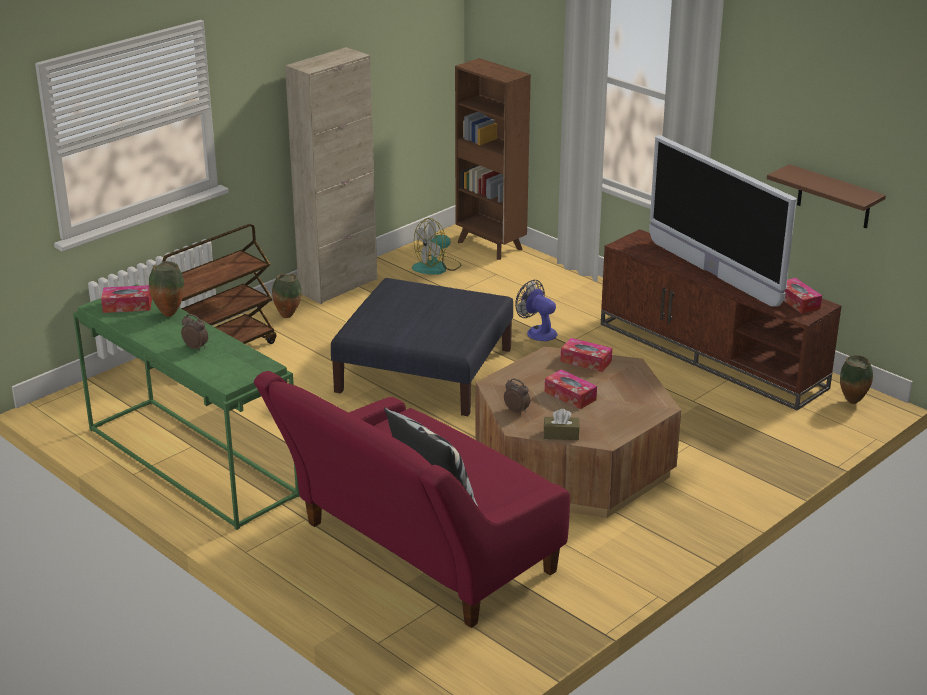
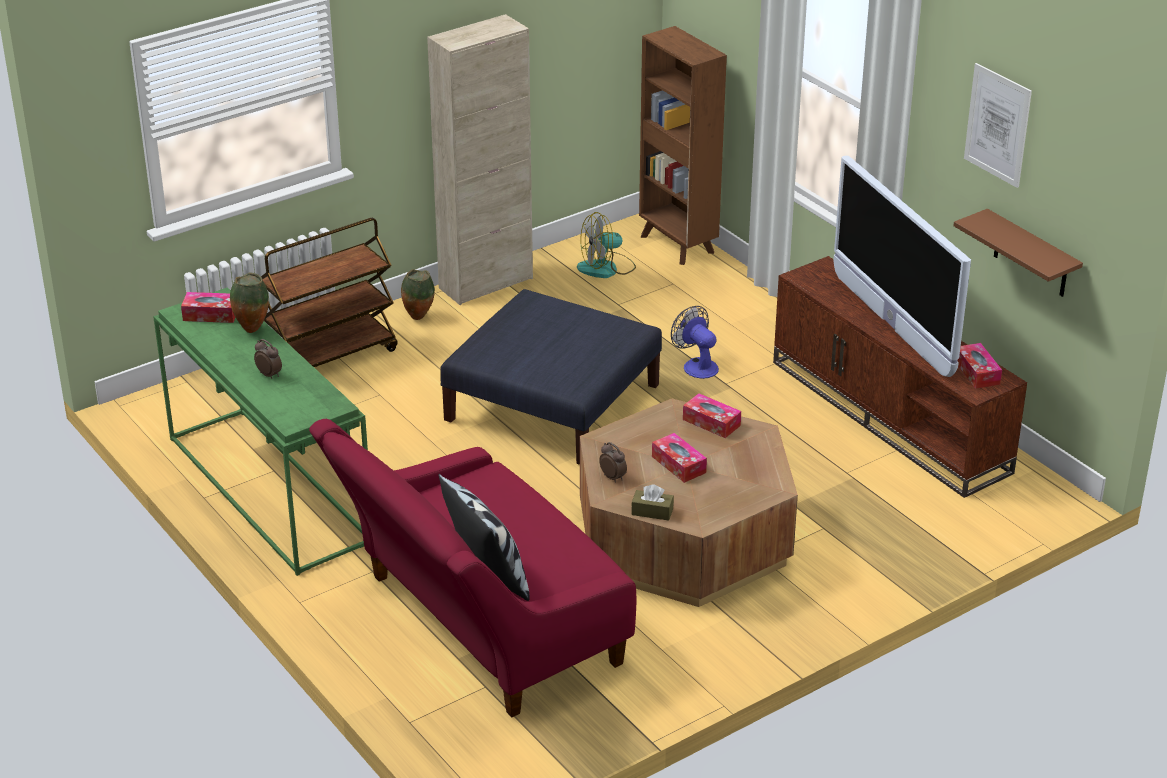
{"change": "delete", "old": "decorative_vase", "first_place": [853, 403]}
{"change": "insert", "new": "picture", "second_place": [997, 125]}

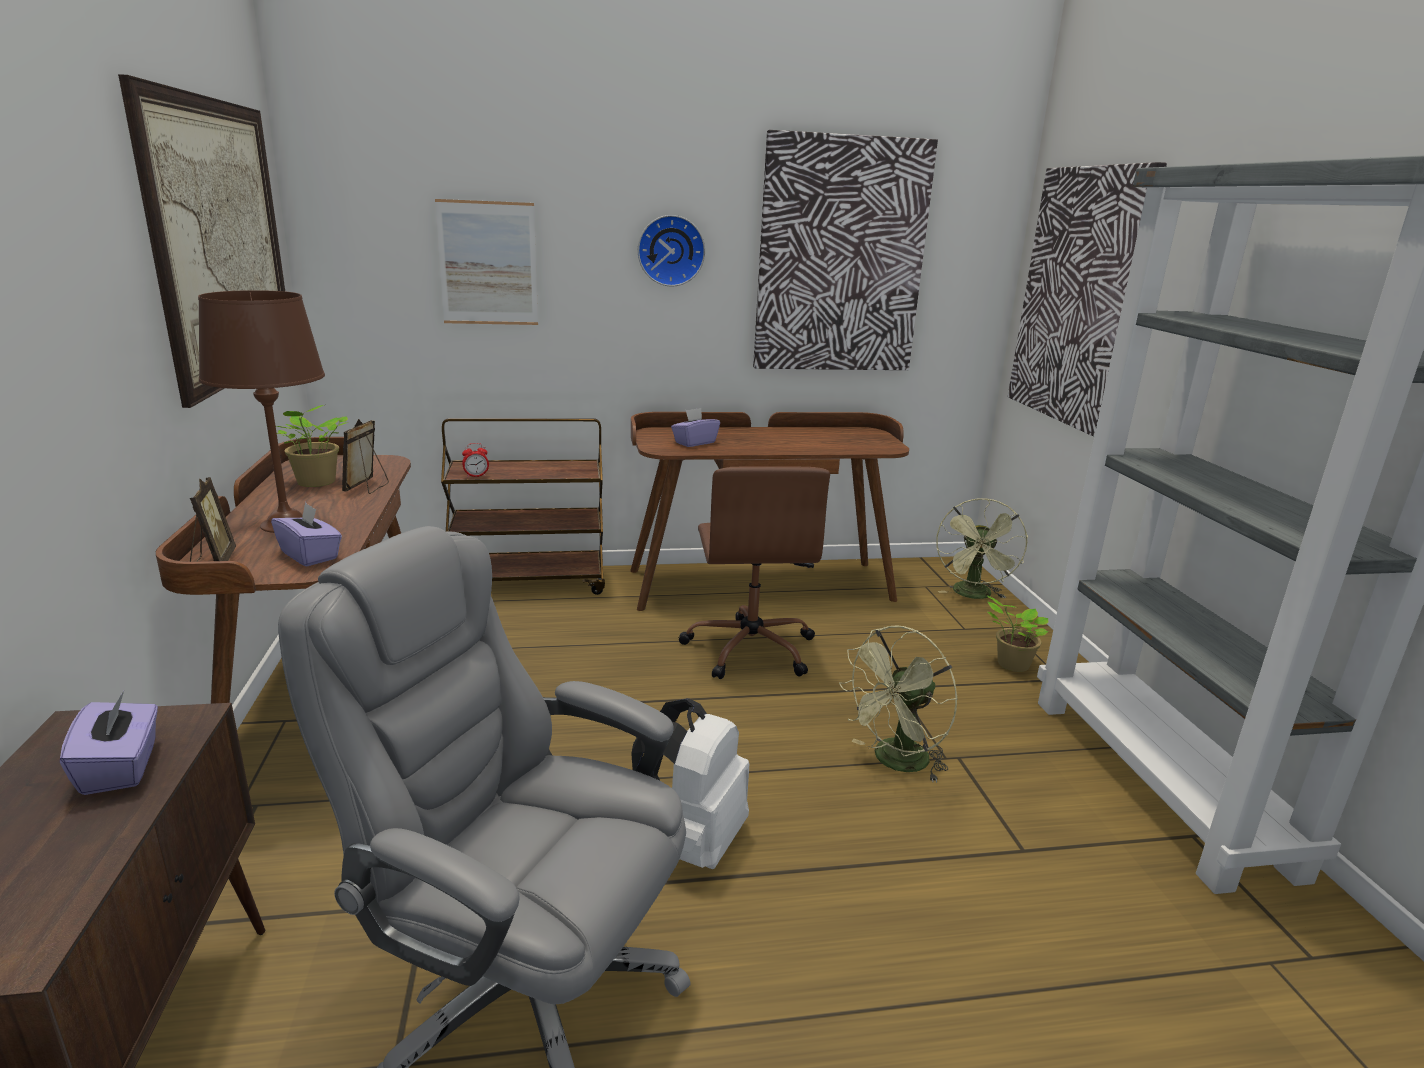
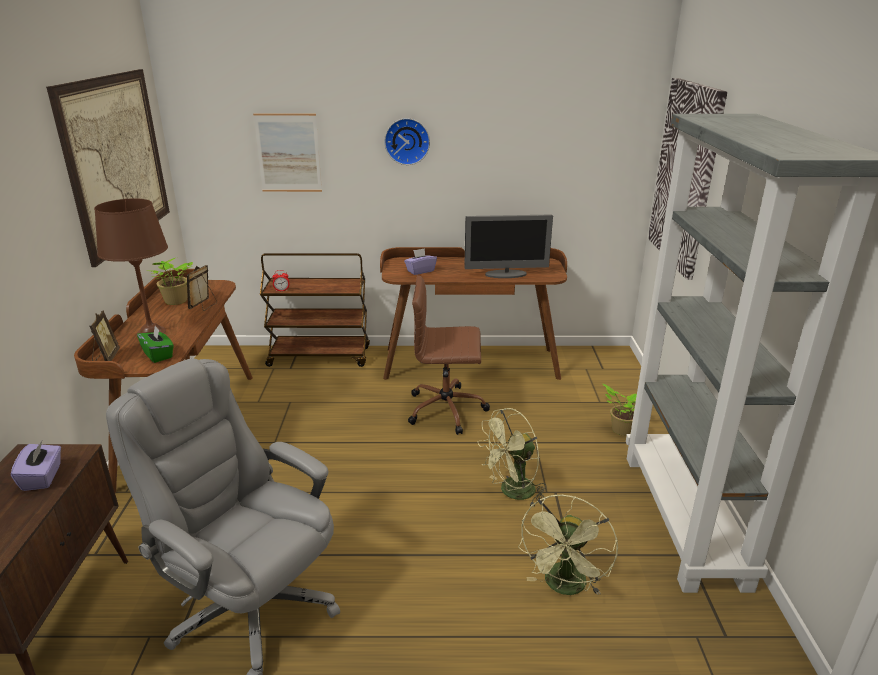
{"change": "delete", "old": "picture", "first_place": [841, 257]}
{"change": "rotate", "old": "brown-coloured_computer_chair", "first_place": [750, 648], "second_place": [447, 409], "degrees": 90}
{"change": "move", "old": "green_cooling_fan", "first_place": [973, 595], "second_place": [565, 587]}
{"change": "recolor", "old": "purplish_box_of_tissues", "new": "green_box_of_tissues", "first_place": [310, 555], "second_place": [158, 355]}
{"change": "delete", "old": "white-coloured_rucksack", "first_place": [693, 842]}
{"change": "insert", "new": "computer_display", "second_place": [506, 274]}

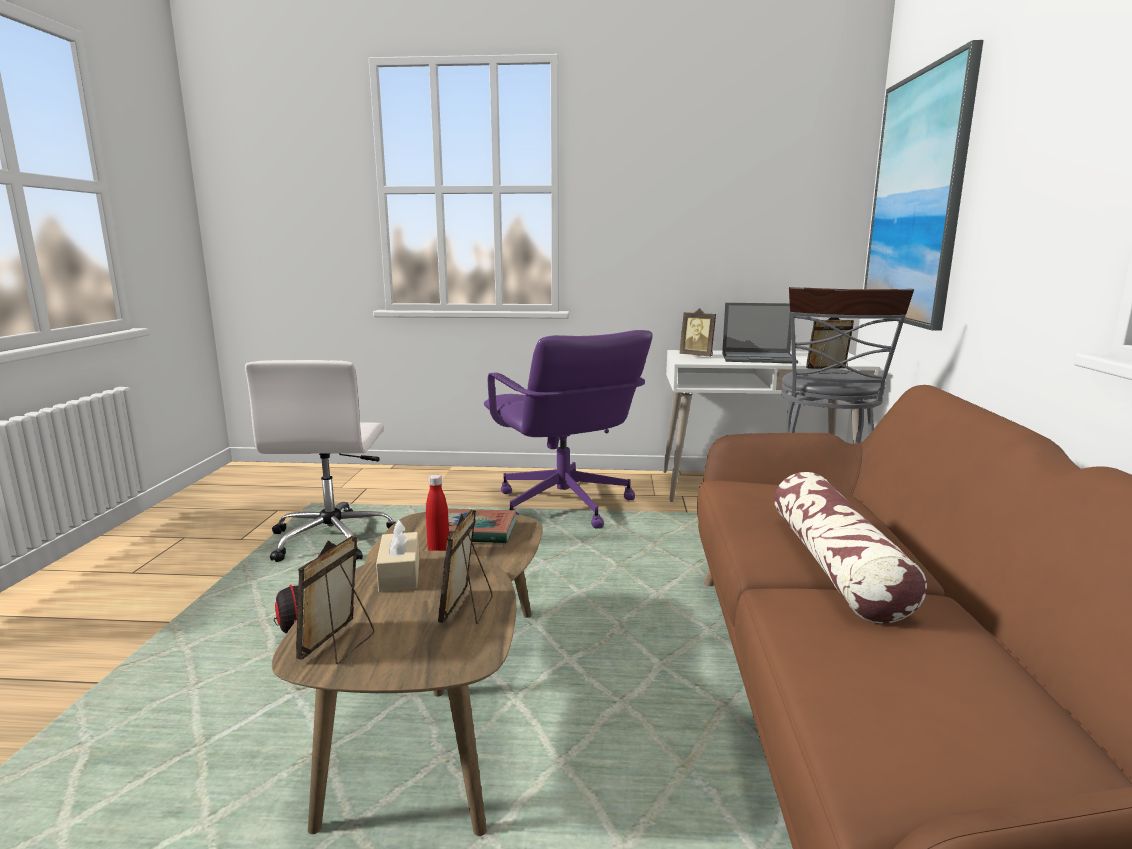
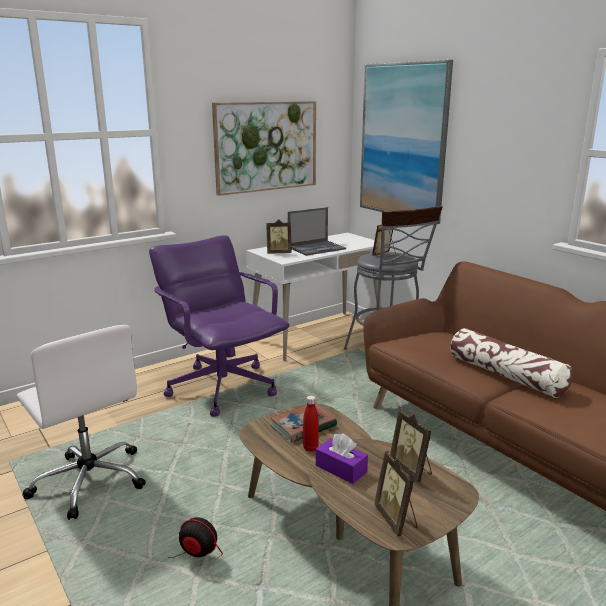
{"change": "rotate", "old": "purplish_computer_chair", "first_place": [563, 505], "second_place": [222, 387], "degrees": -150}
{"change": "recolor", "old": "sand-coloured_box_of_tissues", "new": "purplish_box_of_tissues", "first_place": [399, 574], "second_place": [341, 469]}
{"change": "insert", "new": "picture", "second_place": [266, 146]}

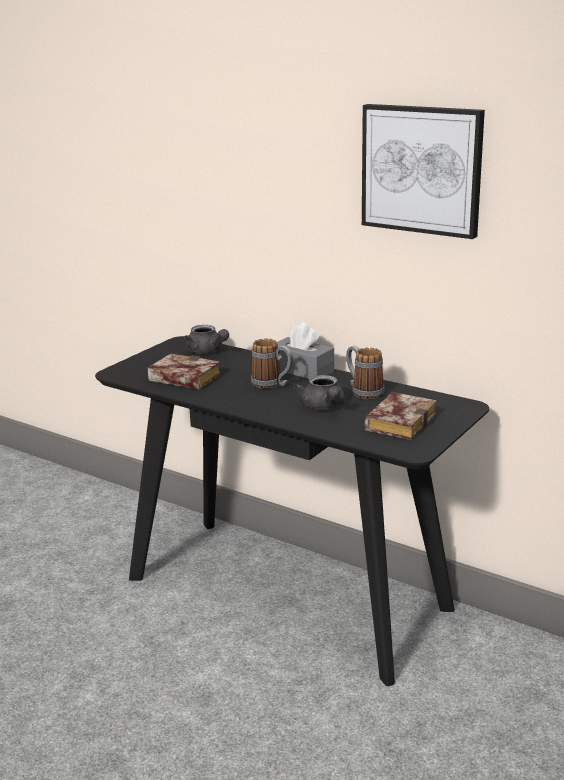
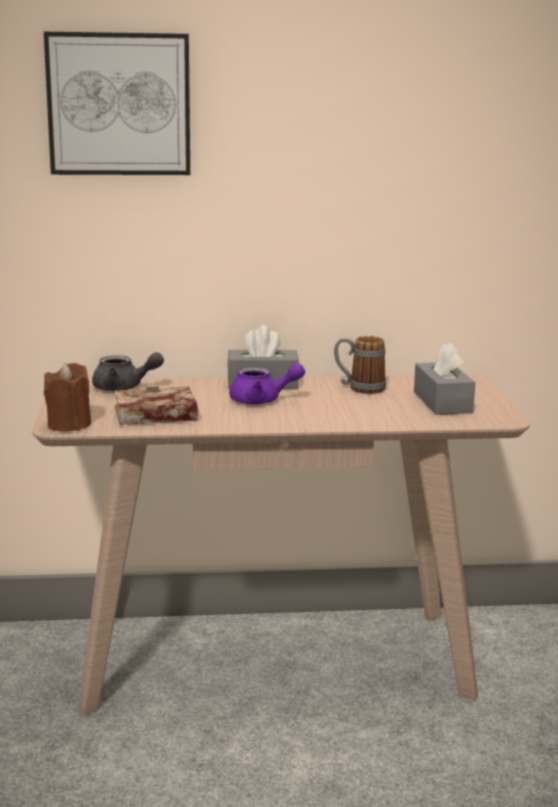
{"change": "move", "old": "picture", "first_place": [422, 169], "second_place": [119, 104]}
{"change": "recolor", "old": "black_hall_table", "new": "sand-coloured_hall_table", "first_place": [287, 592], "second_place": [275, 659]}
{"change": "replace", "old": "coffee_mug", "new": "purplish_pot_for_tea", "first_place": [272, 384], "second_place": [262, 400]}
{"change": "delete", "old": "grey_pot_for_tea", "first_place": [323, 407]}
{"change": "replace", "old": "volume", "new": "grey_box_of_tissues", "first_place": [400, 421], "second_place": [442, 402]}
{"change": "insert", "new": "brown-coloured_candle", "second_place": [69, 424]}

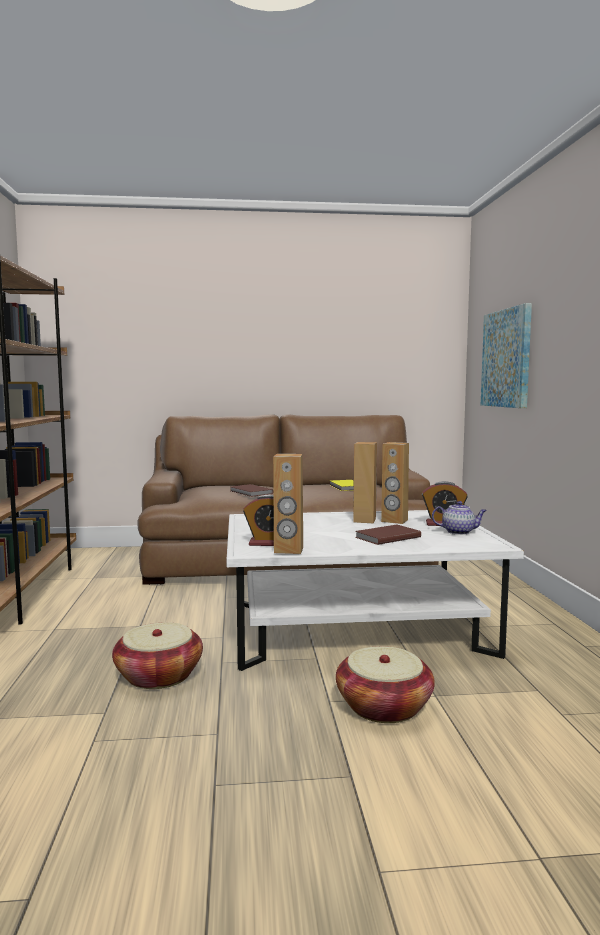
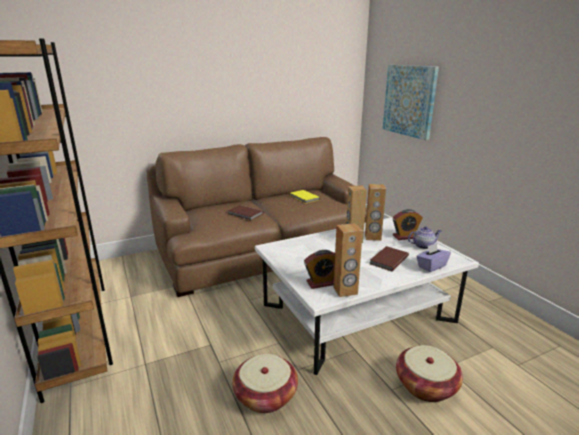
{"change": "insert", "new": "purplish_box_of_tissues", "second_place": [431, 266]}

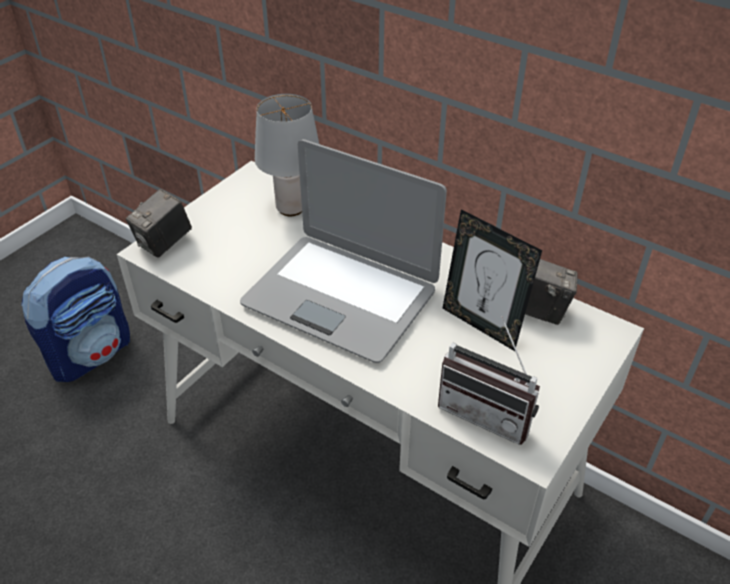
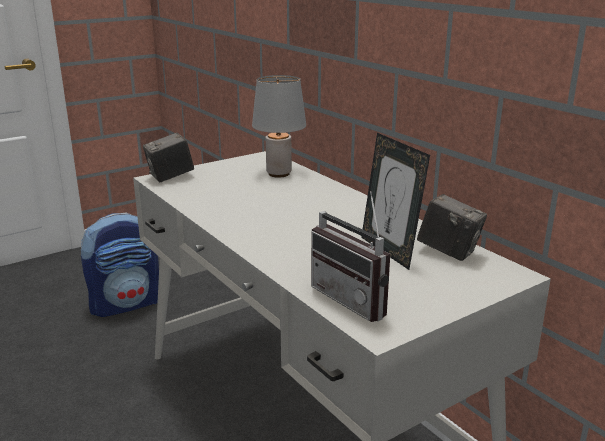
{"change": "delete", "old": "notebook_computer", "first_place": [341, 296]}

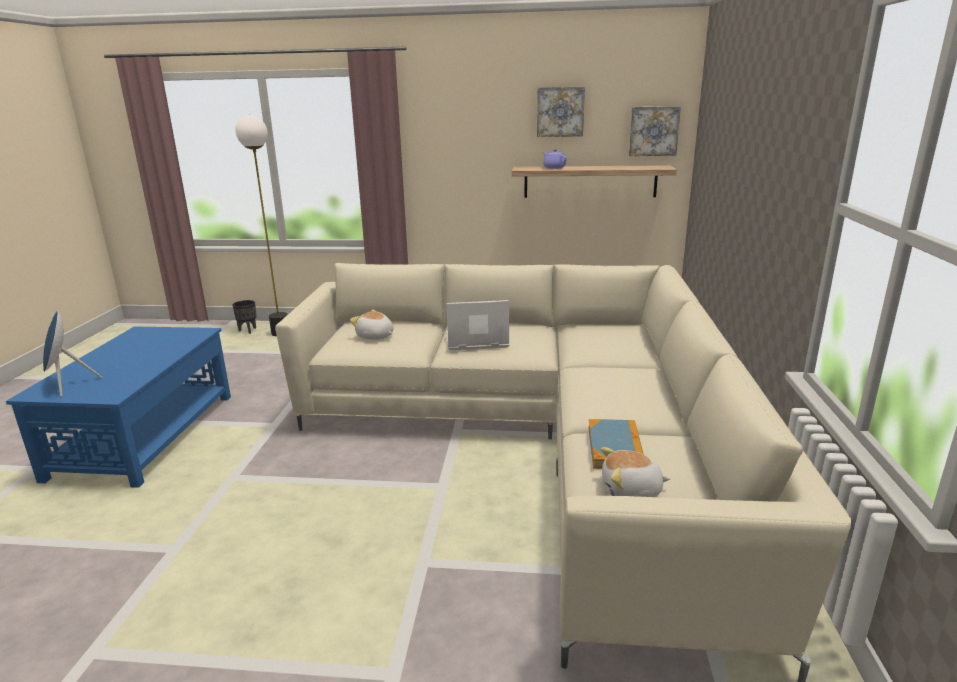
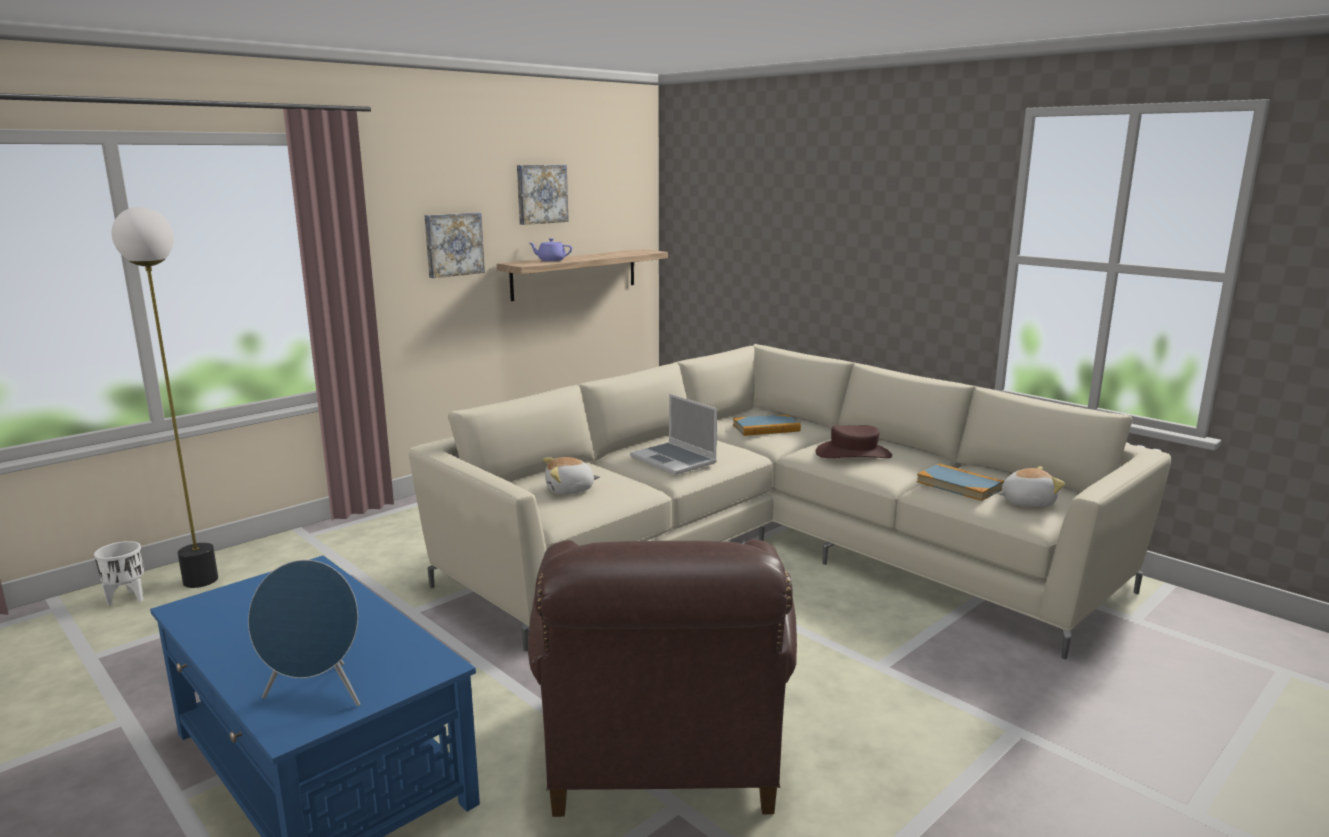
{"change": "move", "old": "picture", "first_place": [653, 131], "second_place": [453, 244]}
{"change": "recolor", "old": "black_planter", "new": "white-coloured_planter", "first_place": [248, 330], "second_place": [127, 598]}
{"change": "rotate", "old": "notebook_computer", "first_place": [476, 341], "second_place": [675, 460], "degrees": -75}
{"change": "rotate", "old": "plush_toy", "first_place": [631, 491], "second_place": [1026, 502], "degrees": -135}
{"change": "insert", "new": "volume", "second_place": [766, 428]}
{"change": "insert", "new": "brown-coloured_clothing_hat", "second_place": [853, 454]}
{"change": "insert", "new": "brown-coloured_lounge_chair", "second_place": [662, 756]}

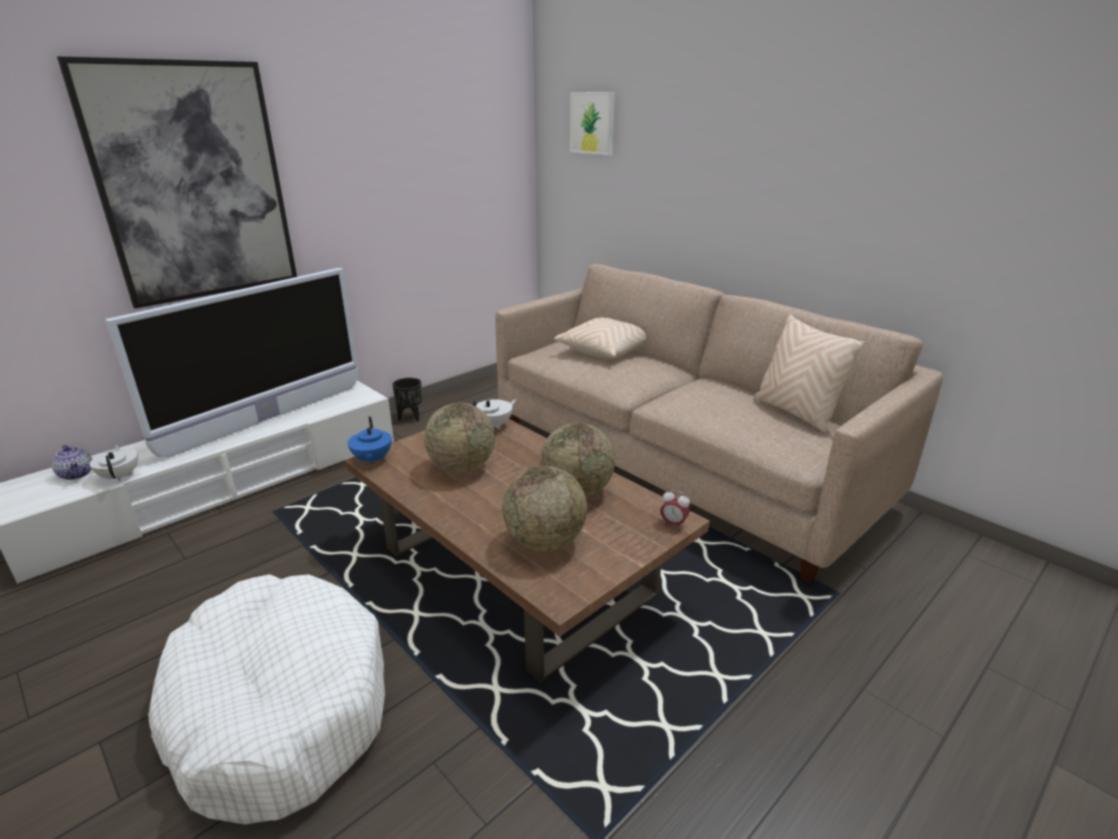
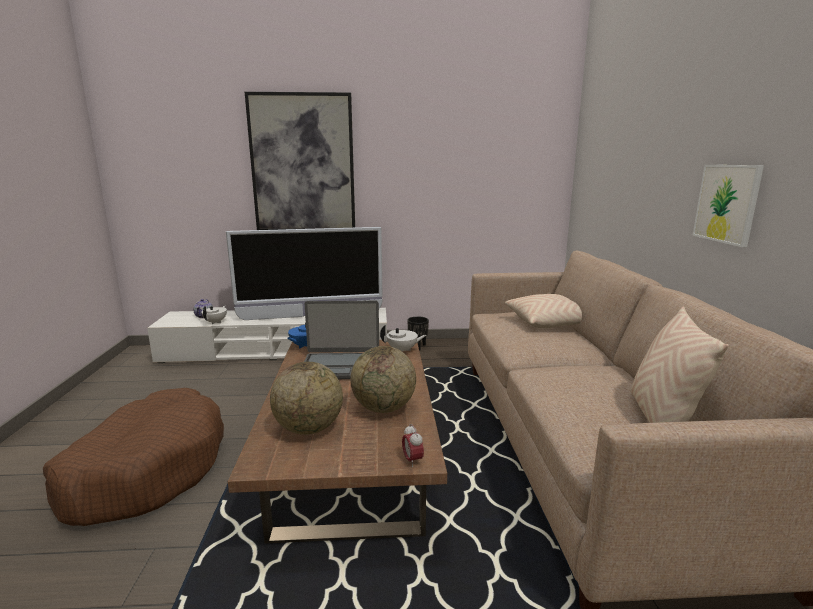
{"change": "move", "old": "picture", "first_place": [592, 123], "second_place": [727, 203]}
{"change": "replace", "old": "globe", "new": "notebook_computer", "first_place": [462, 467], "second_place": [341, 367]}
{"change": "recolor", "old": "white-coloured_pet_bed", "new": "brown-coloured_pet_bed", "first_place": [278, 707], "second_place": [146, 470]}

